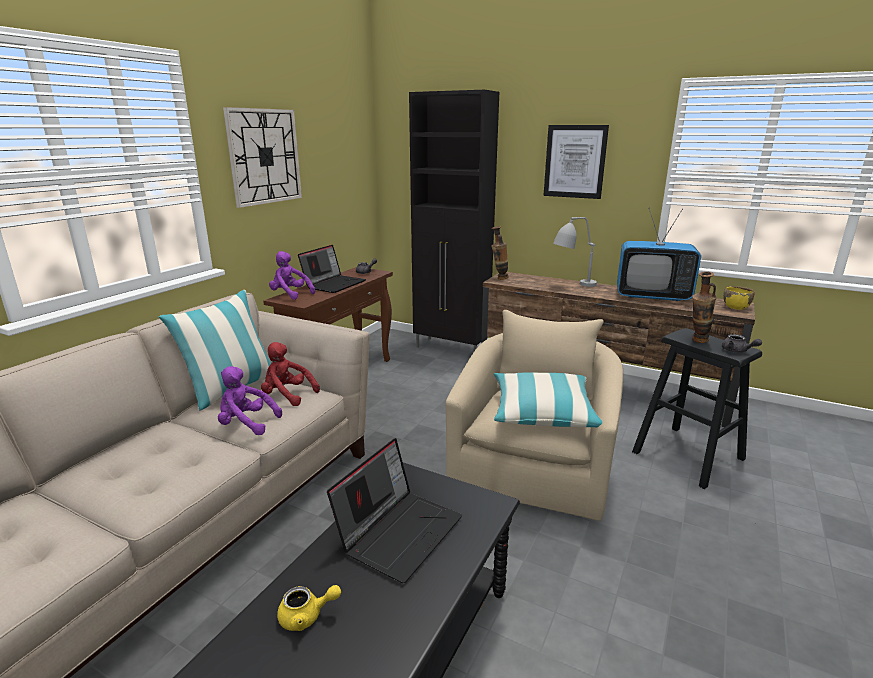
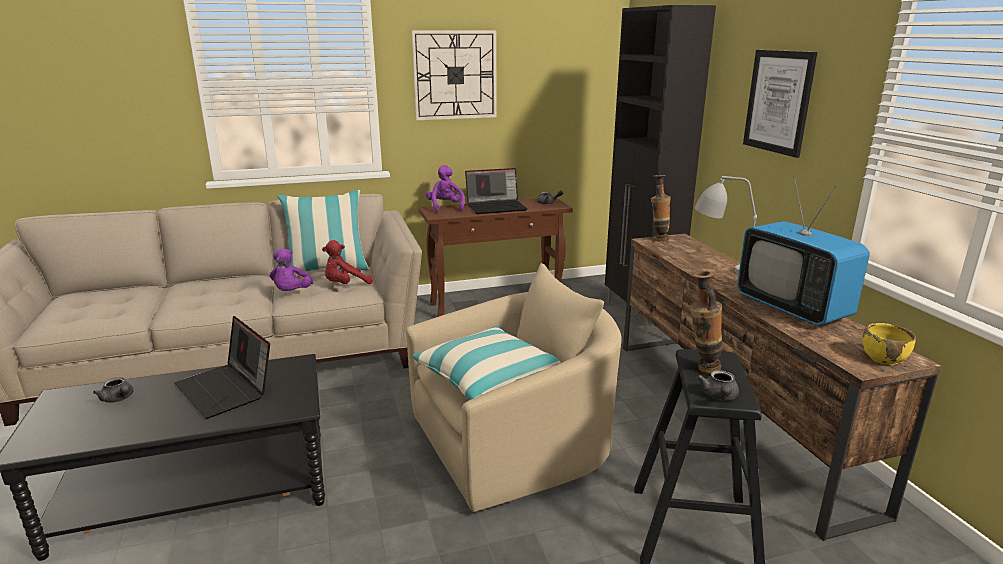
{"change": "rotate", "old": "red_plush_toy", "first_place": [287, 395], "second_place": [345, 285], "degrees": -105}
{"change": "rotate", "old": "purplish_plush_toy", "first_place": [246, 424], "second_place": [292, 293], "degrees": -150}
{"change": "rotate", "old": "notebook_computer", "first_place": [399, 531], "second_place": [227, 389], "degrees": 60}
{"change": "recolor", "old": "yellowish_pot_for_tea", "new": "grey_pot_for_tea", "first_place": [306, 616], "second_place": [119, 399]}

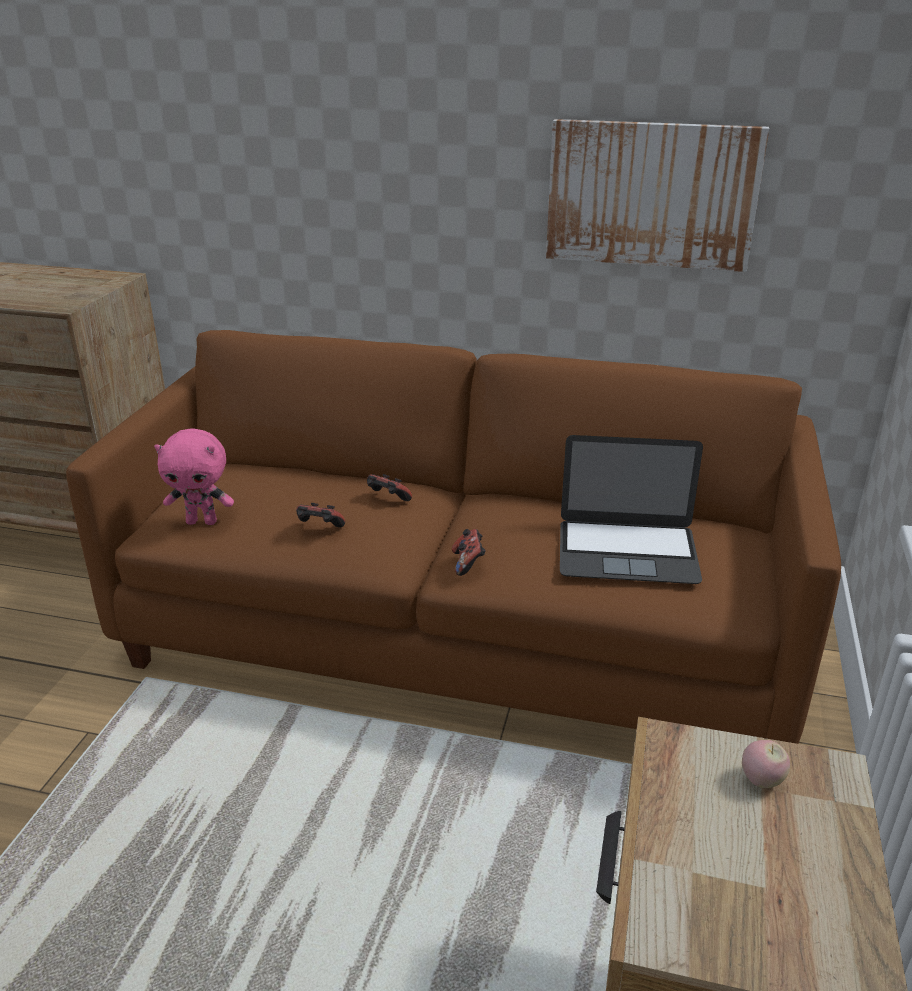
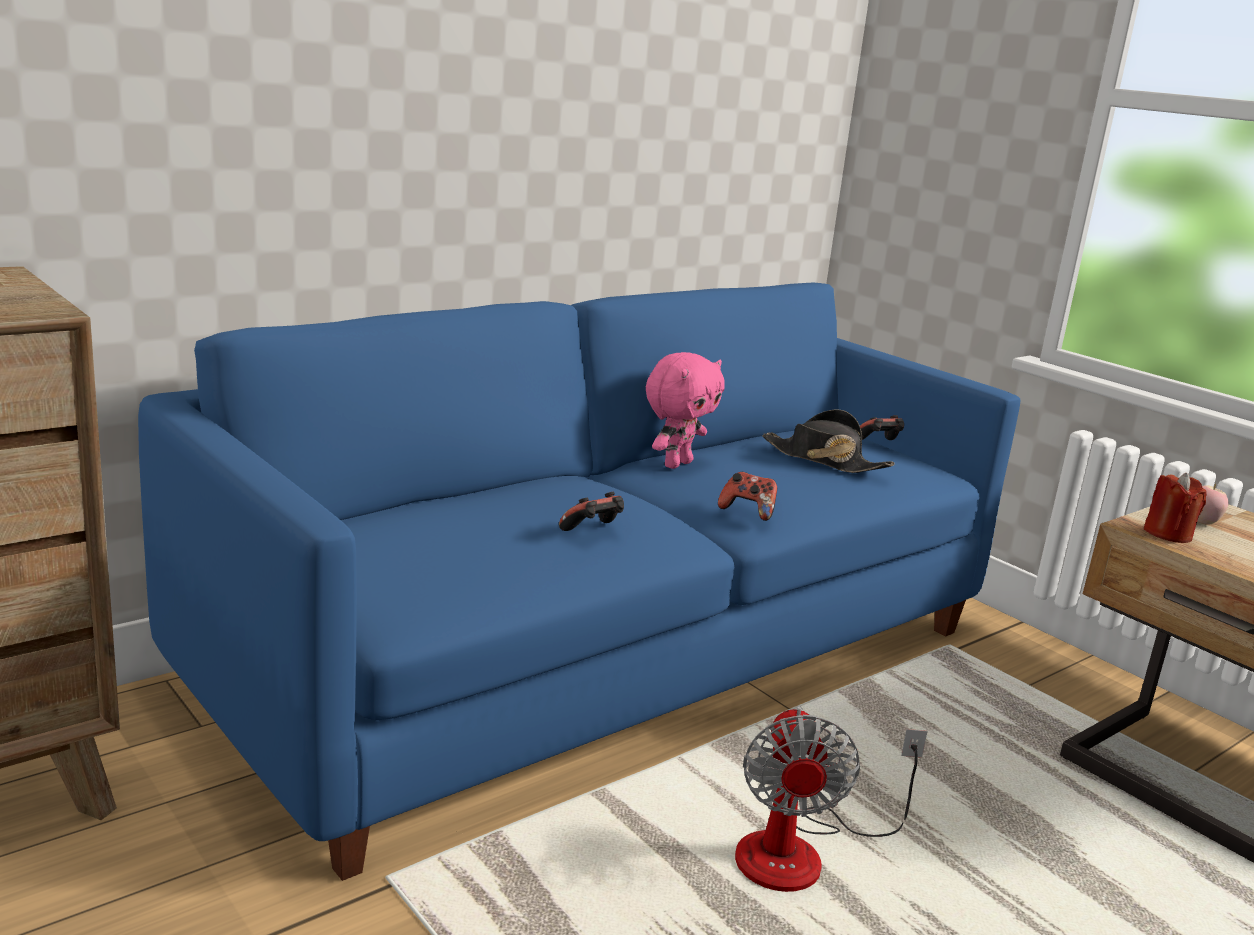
{"change": "delete", "old": "picture", "first_place": [651, 194]}
{"change": "recolor", "old": "brown-coloured_sofa", "new": "blue-coloured_sofa", "first_place": [457, 634], "second_place": [608, 656]}
{"change": "move", "old": "pink_plush_toy", "first_place": [202, 521], "second_place": [676, 464]}
{"change": "replace", "old": "notebook_computer", "new": "black_clothing_hat", "first_place": [627, 551], "second_place": [823, 460]}
{"change": "move", "old": "game_controller", "first_place": [387, 499], "second_place": [878, 443]}
{"change": "insert", "new": "red_candle", "second_place": [1168, 534]}
{"change": "insert", "new": "cooling_fan", "second_place": [801, 853]}

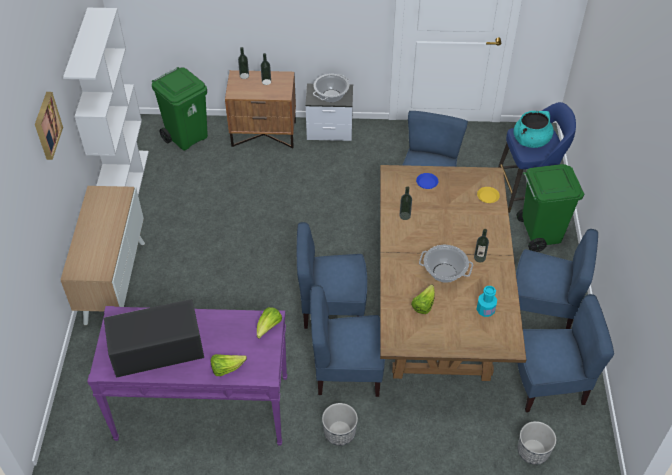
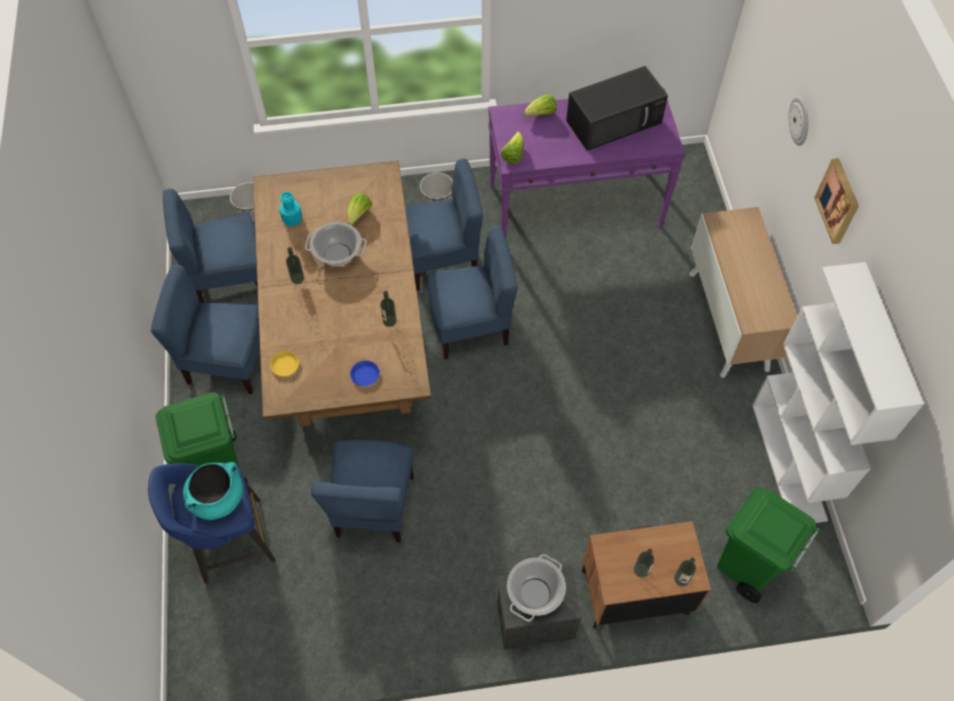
{"change": "insert", "new": "hanging_clock", "second_place": [800, 121]}

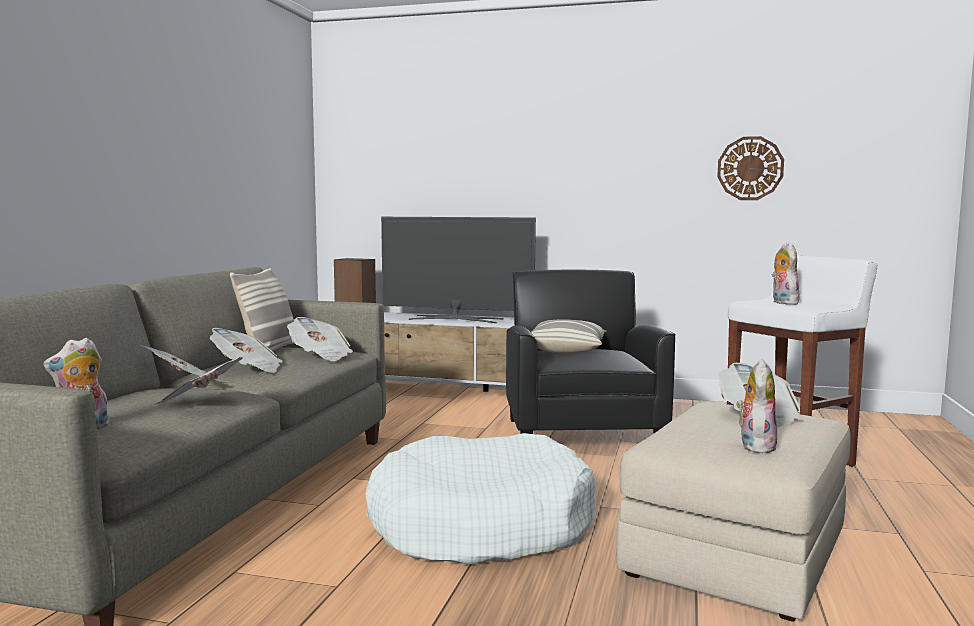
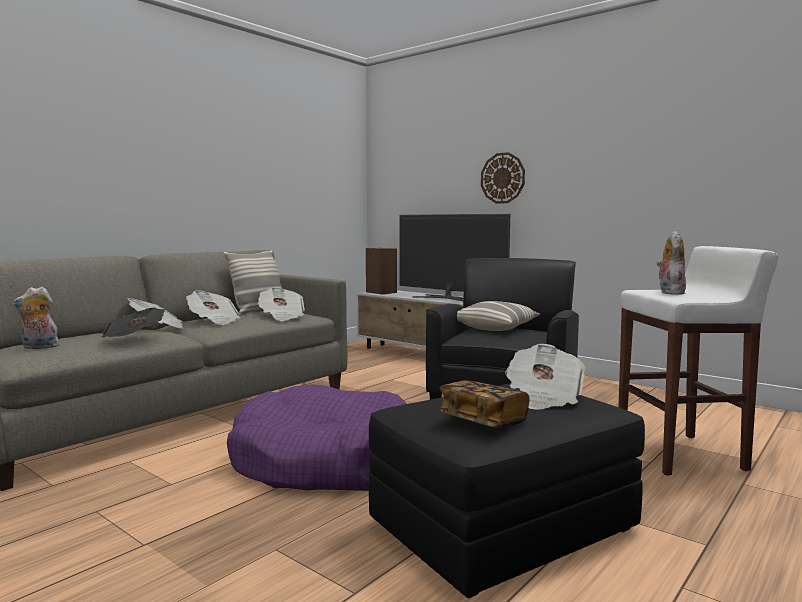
{"change": "move", "old": "hanging_clock", "first_place": [750, 168], "second_place": [502, 178]}
{"change": "replace", "old": "plush_toy", "new": "volume", "first_place": [755, 446], "second_place": [483, 421]}
{"change": "recolor", "old": "sand-coloured_footrest", "new": "black_footrest", "first_place": [737, 554], "second_place": [502, 527]}
{"change": "recolor", "old": "white-coloured_pet_bed", "new": "purplish_pet_bed", "first_place": [480, 526], "second_place": [324, 461]}

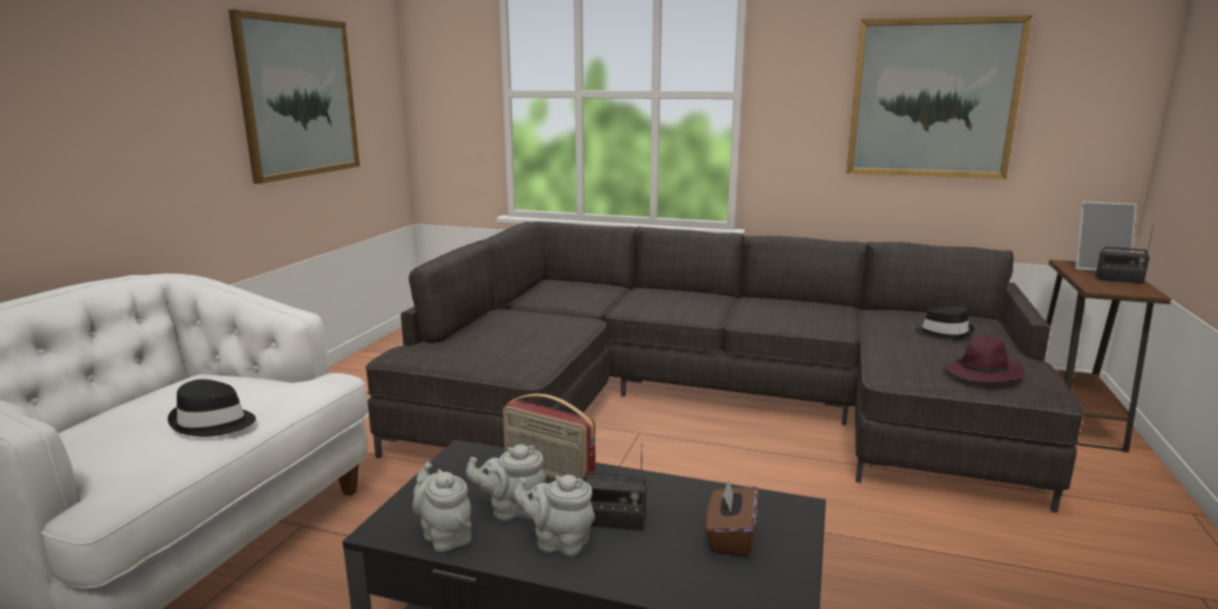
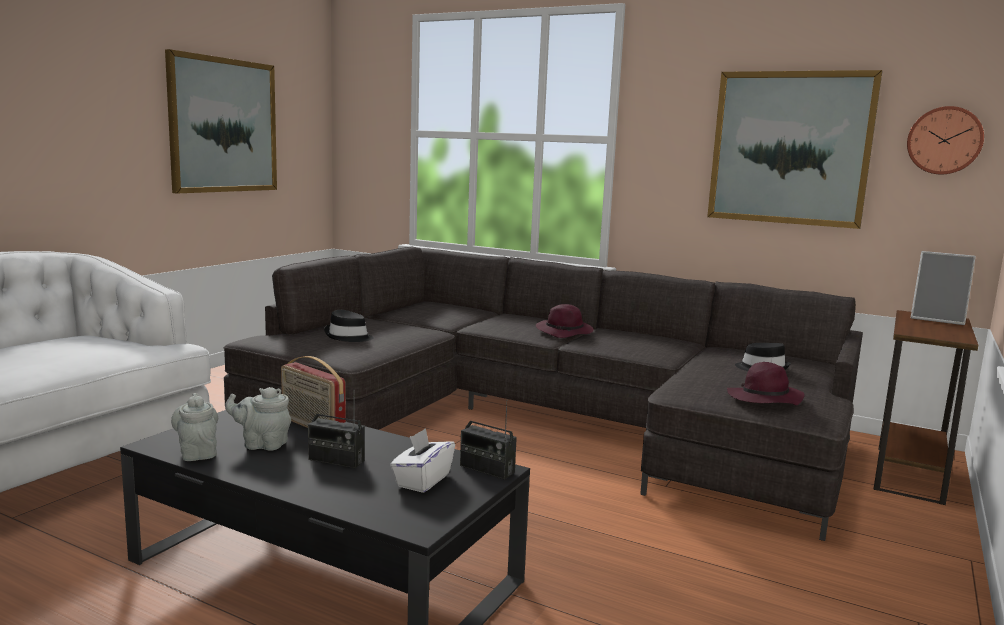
{"change": "move", "old": "radio_receiver", "first_place": [1119, 280], "second_place": [486, 469]}
{"change": "move", "old": "black_clothing_hat", "first_place": [213, 423], "second_place": [348, 337]}
{"change": "delete", "old": "grey_pot_for_tea", "first_place": [558, 542]}
{"change": "recolor", "old": "brown-coloured_box_of_tissues", "new": "white-coloured_box_of_tissues", "first_place": [730, 537], "second_place": [422, 480]}
{"change": "insert", "new": "hanging_clock", "second_place": [944, 140]}
{"change": "insert", "new": "purplish_clothing_hat", "second_place": [565, 332]}

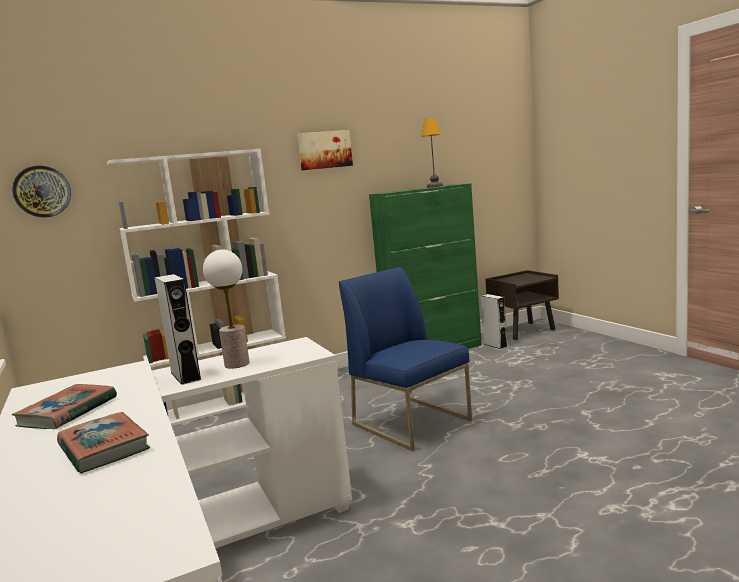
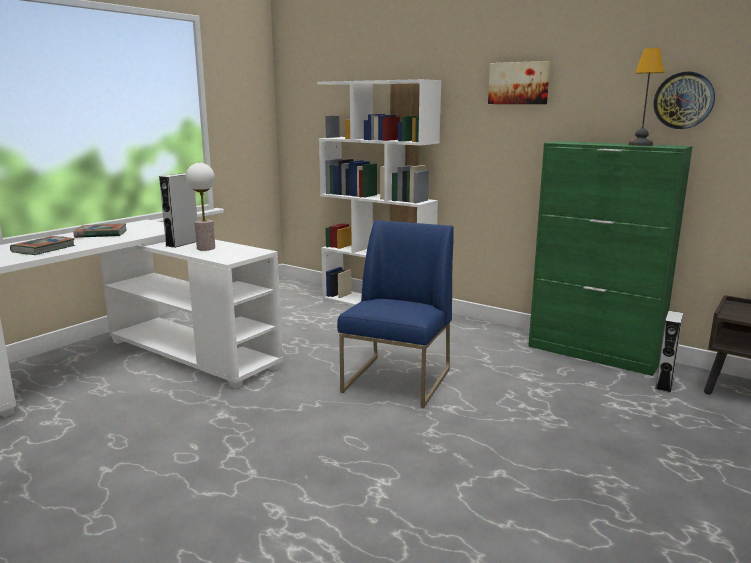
{"change": "move", "old": "hanging_clock", "first_place": [42, 191], "second_place": [683, 100]}

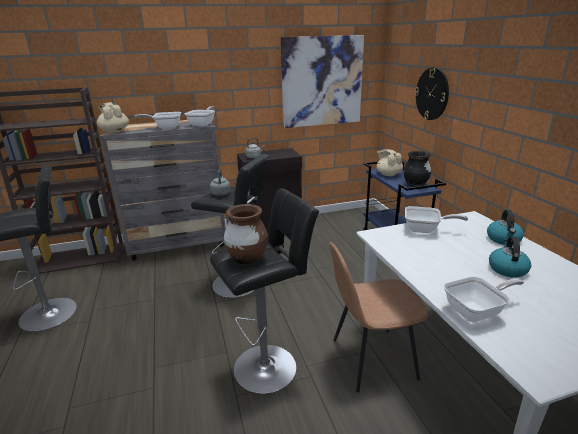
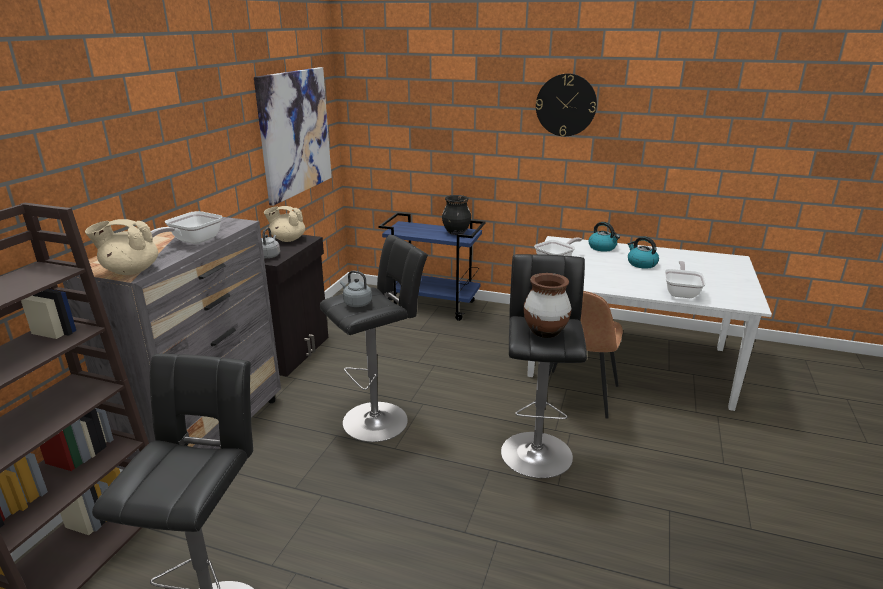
{"change": "move", "old": "hanging_clock", "first_place": [432, 94], "second_place": [566, 105]}
{"change": "delete", "old": "pan", "first_place": [203, 124]}
{"change": "move", "old": "sand-coloured_pot_for_tea", "first_place": [388, 174], "second_place": [287, 239]}

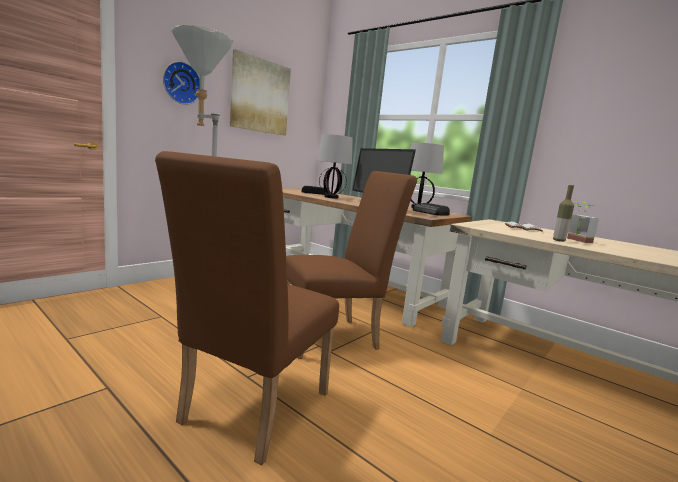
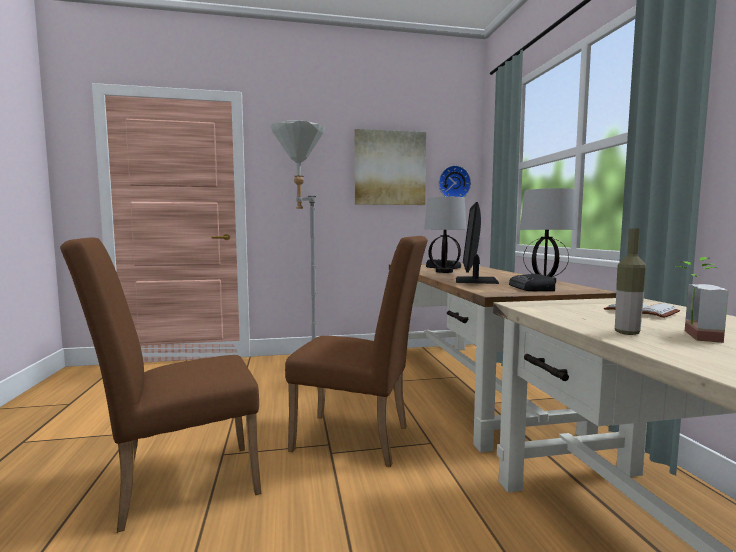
{"change": "move", "old": "hanging_clock", "first_place": [181, 83], "second_place": [453, 183]}

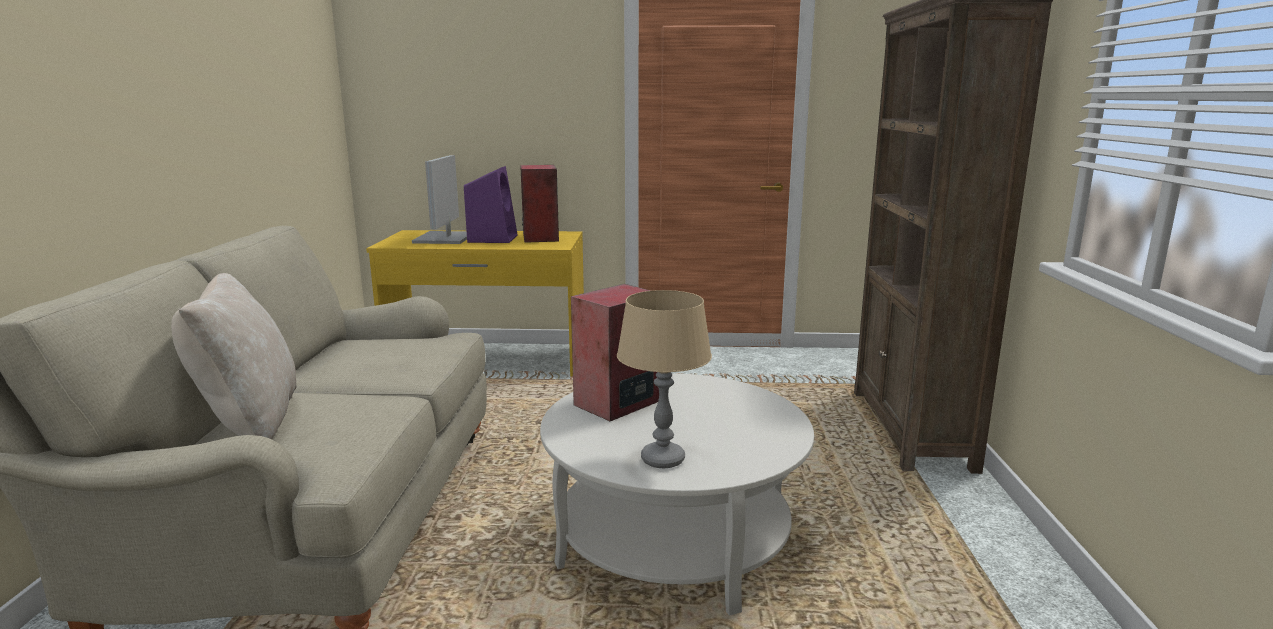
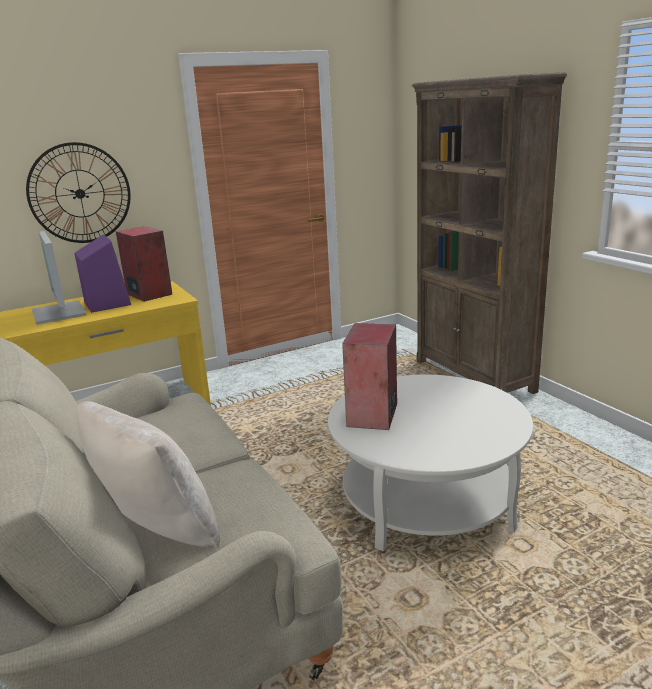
{"change": "delete", "old": "sand-coloured_lamp_for_a_table", "first_place": [663, 459]}
{"change": "insert", "new": "hanging_clock", "second_place": [80, 193]}

